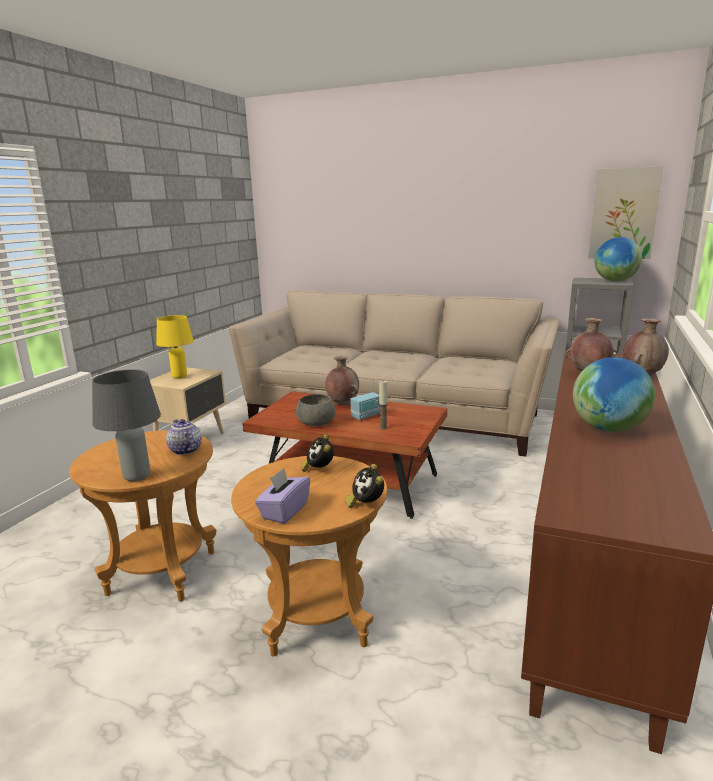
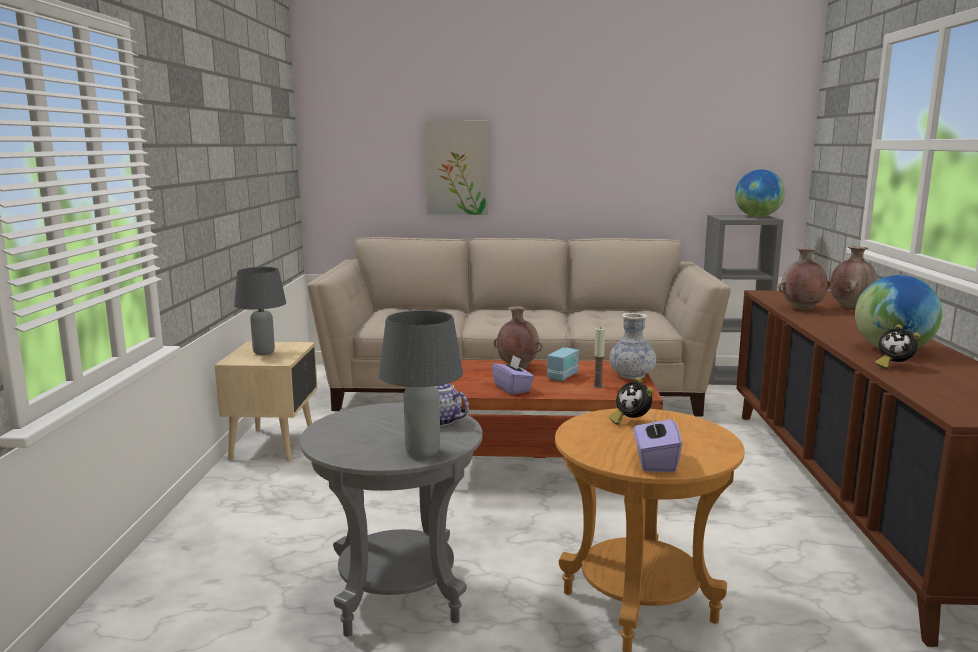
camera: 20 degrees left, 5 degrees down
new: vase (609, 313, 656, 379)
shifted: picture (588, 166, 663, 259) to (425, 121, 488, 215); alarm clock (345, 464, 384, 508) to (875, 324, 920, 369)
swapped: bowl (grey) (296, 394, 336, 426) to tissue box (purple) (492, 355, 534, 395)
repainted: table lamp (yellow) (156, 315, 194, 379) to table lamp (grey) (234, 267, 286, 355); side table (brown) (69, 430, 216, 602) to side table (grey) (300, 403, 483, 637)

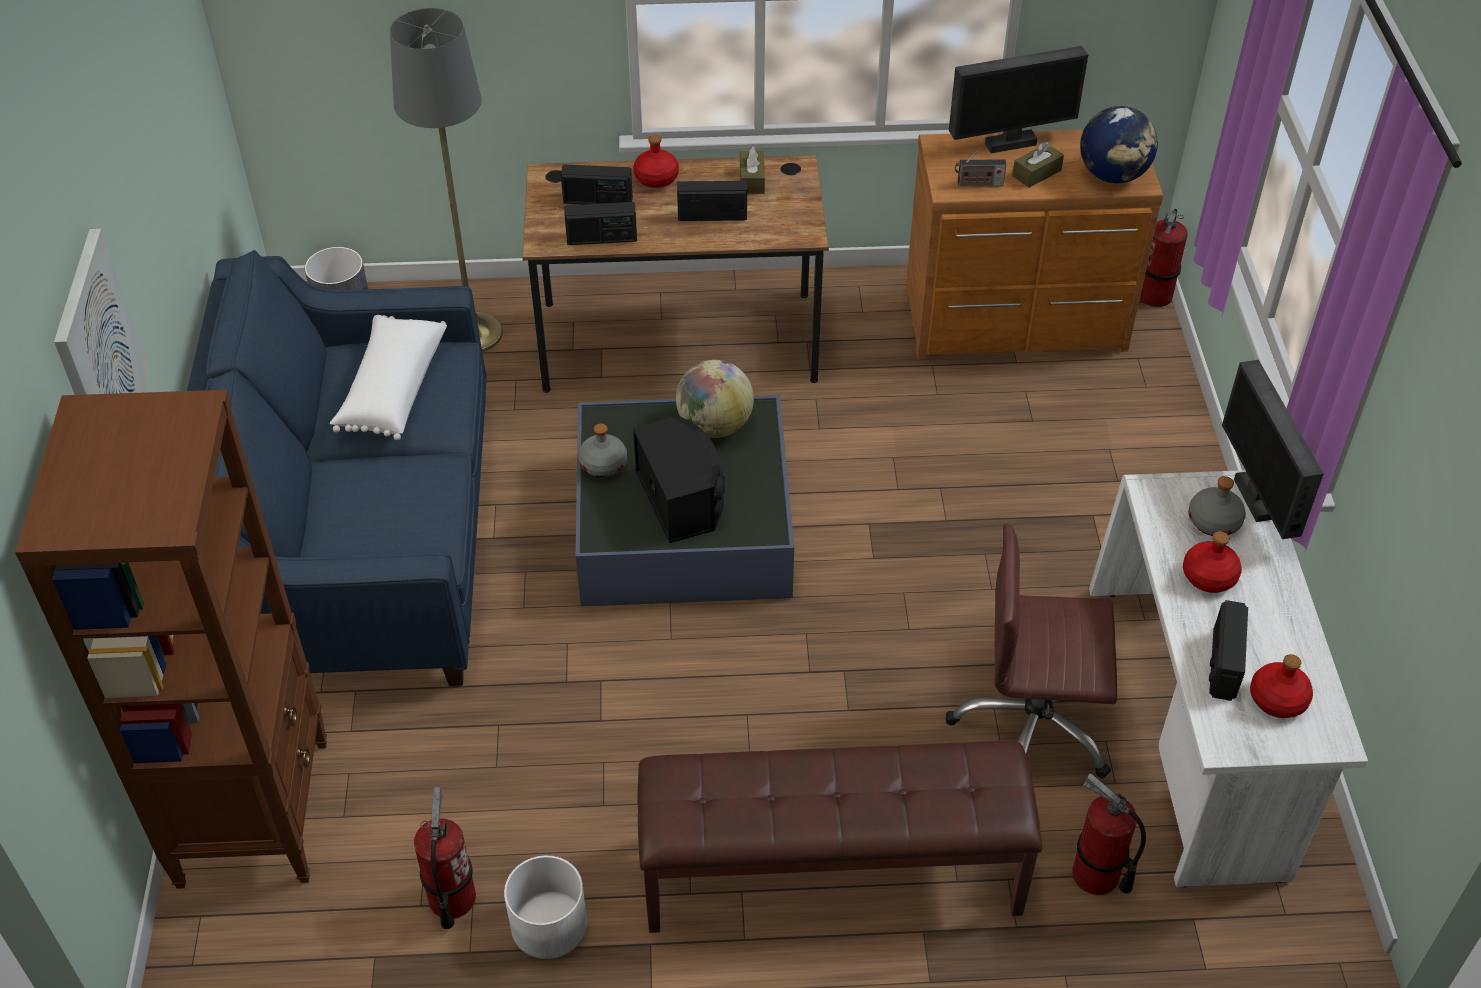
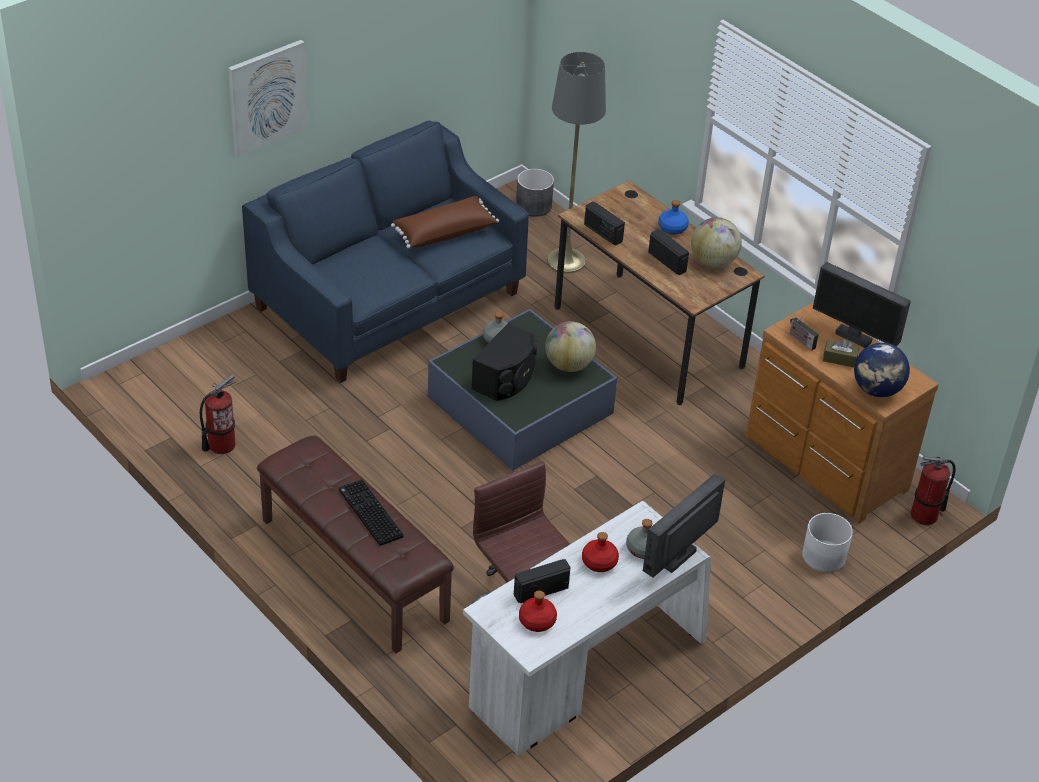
camera: 50 degrees right, 5 degrees down
gone: radio (561, 165, 633, 205); bookcase (brown) (15, 390, 327, 889); fire extinguisher (1072, 773, 1146, 895)
new: keyboard (339, 479, 404, 546)
shifted: planter (white) (504, 855, 587, 959) to (802, 513, 853, 572)
swapped: tissue box (brown) (740, 146, 765, 194) to globe (691, 217, 742, 268)
repainted: bottle (red) (633, 135, 679, 188) to bottle (blue) (658, 200, 689, 235); pillow (white) (330, 315, 447, 440) to pillow (brown) (391, 196, 499, 249)

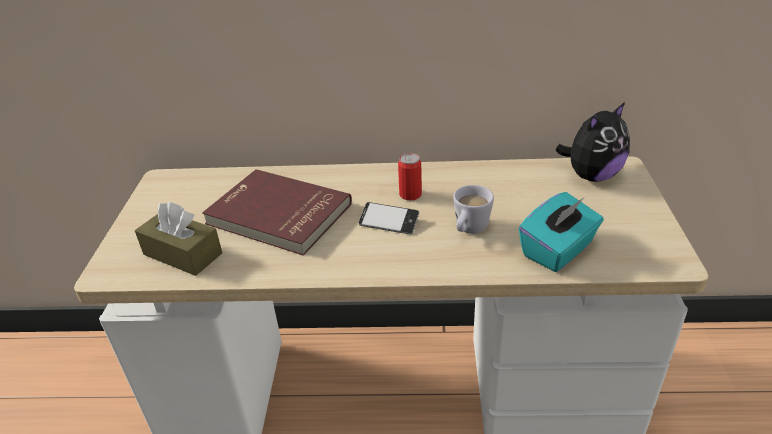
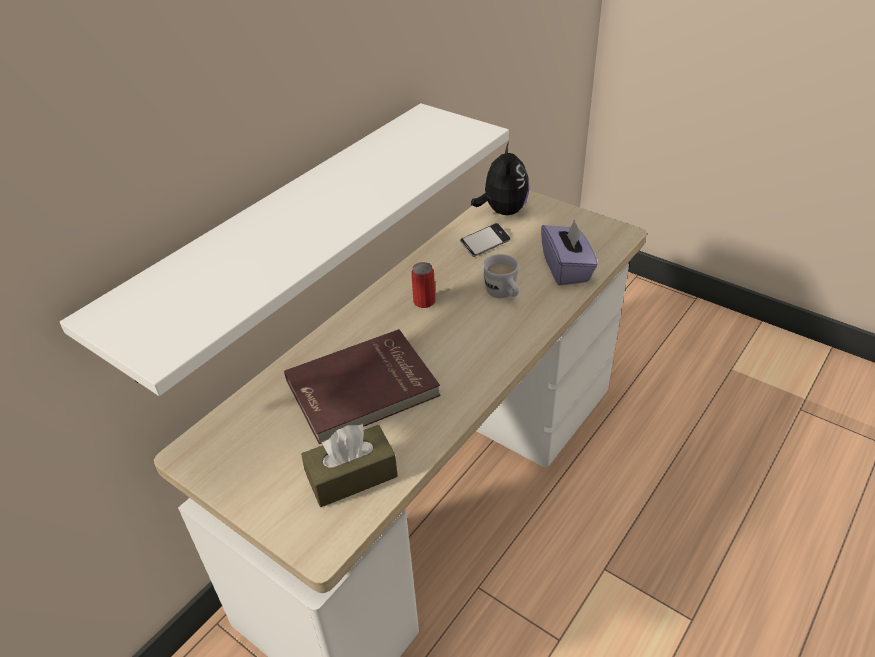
camera: 55 degrees left, 5 degrees up
new: shelf (white) (60, 103, 509, 396)
shifted: phone (359, 202, 419, 234) to (460, 223, 510, 257)
repainted: tissue box (turquoise) (519, 192, 604, 272) to tissue box (purple) (541, 219, 598, 286)

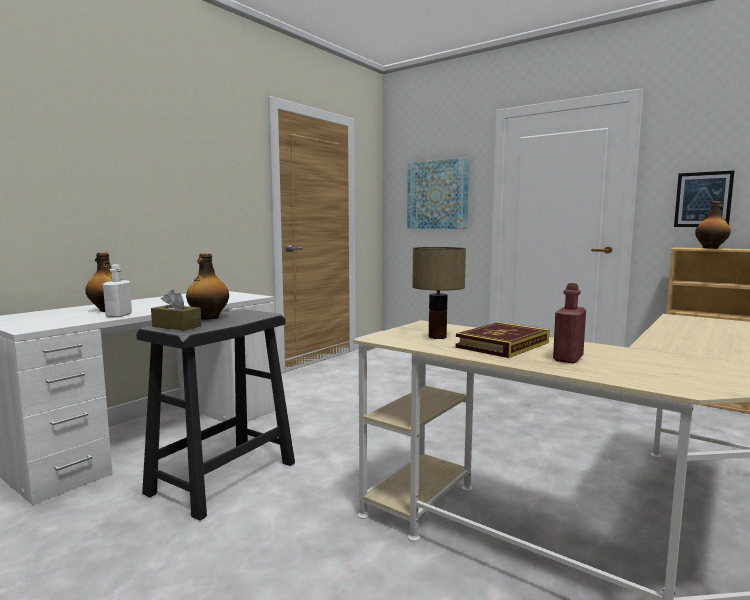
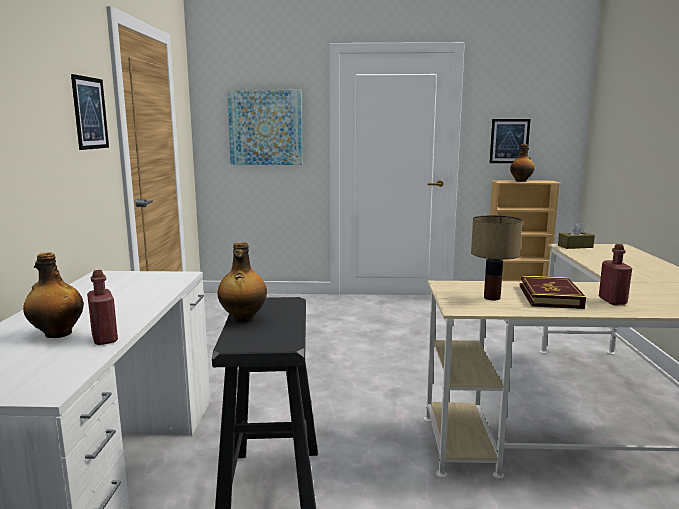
camera: 35 degrees left, 5 degrees up
new: picture (71, 74, 109, 150)
shifted: tissue box (brown) (151, 290, 202, 331) to (558, 222, 595, 249)
repainted: bottle (white) (103, 264, 132, 318) to bottle (red) (87, 270, 118, 345)

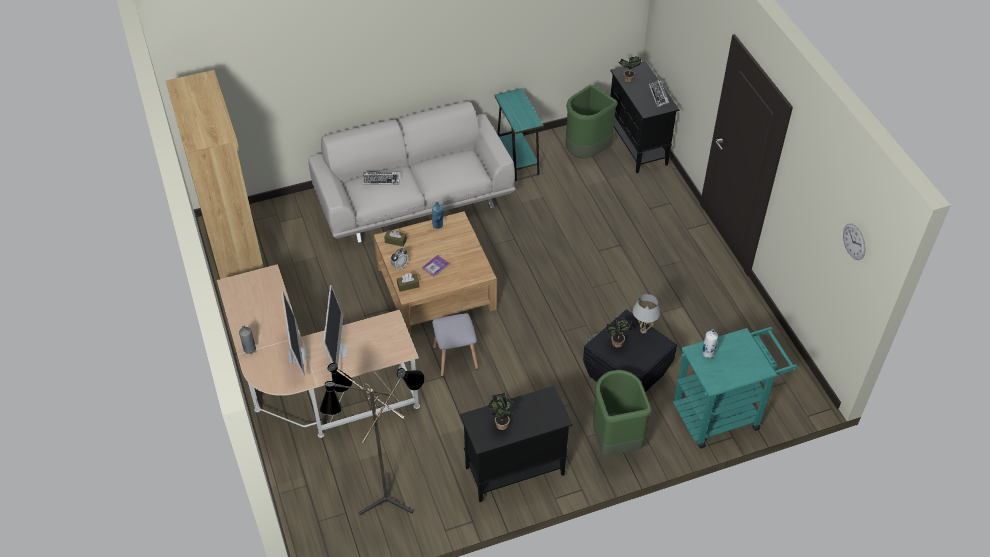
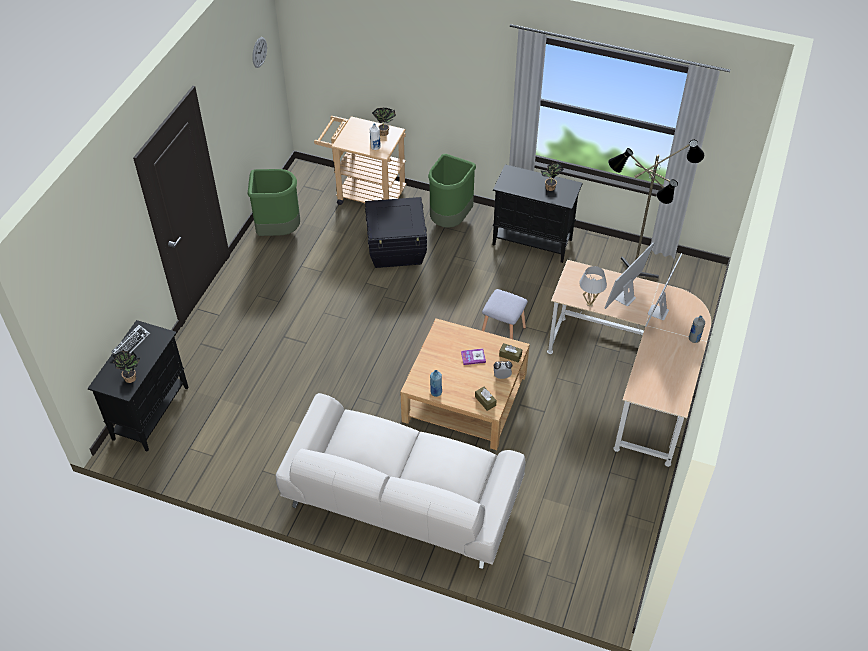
camera: 140 degrees left, 0 degrees up
gone: bookcase (brown) (166, 70, 264, 279); side table (turquoise) (495, 88, 544, 181); keyboard (363, 172, 400, 185)
shifted: trash can (green) (565, 85, 618, 158) to (248, 169, 300, 236); table lamp (white) (633, 294, 660, 333) to (579, 266, 607, 306); potted plant (607, 318, 633, 348) to (372, 107, 396, 136)
repainted: cart (turquoise) (673, 327, 798, 449) to cart (beige) (314, 116, 407, 205)

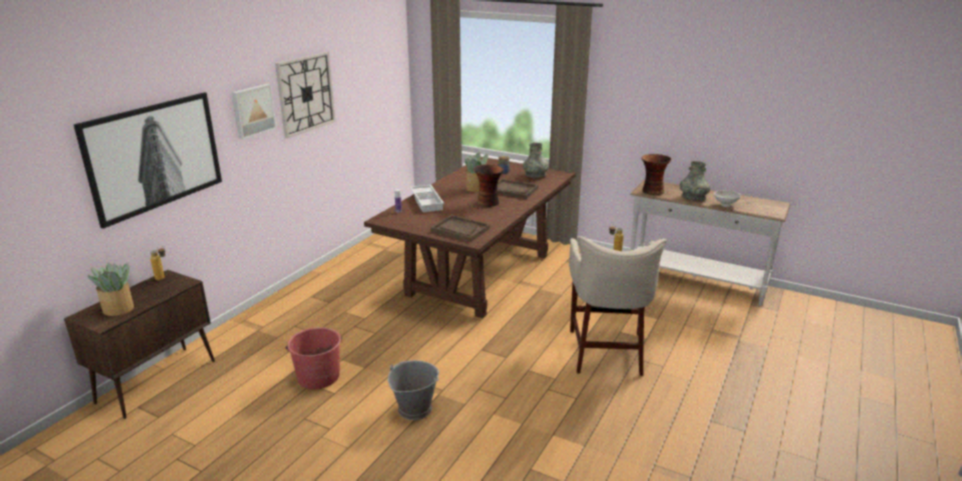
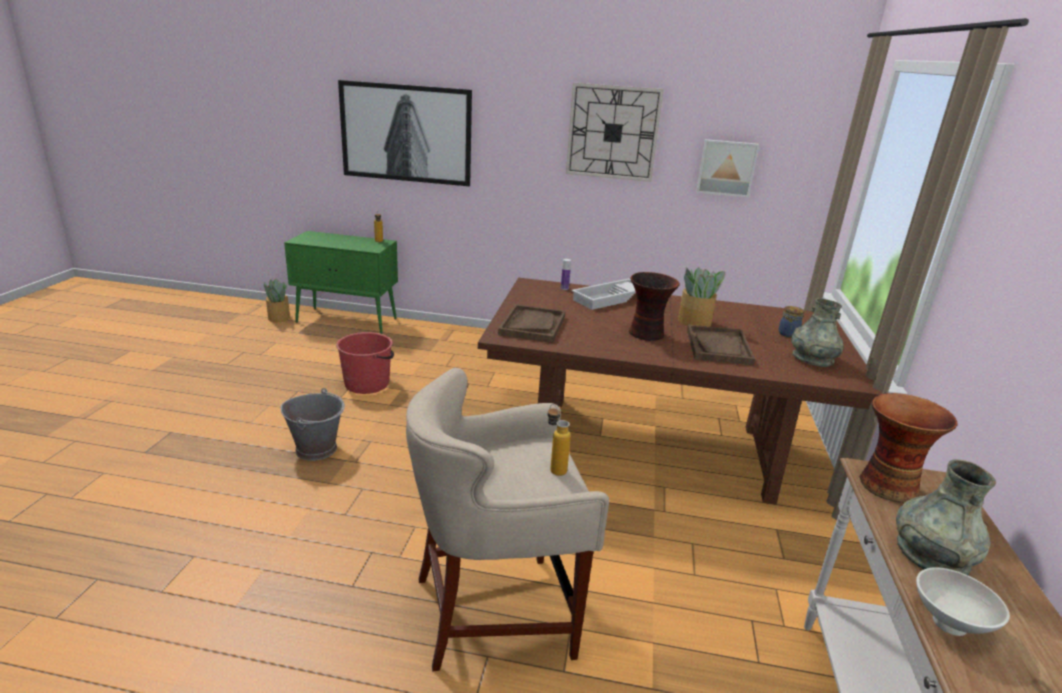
camera: 70 degrees right, 0 degrees up
shifted: picture (231, 84, 277, 139) to (696, 139, 759, 197); potted plant (88, 263, 134, 316) to (264, 279, 290, 322)
repainted: cabinet (brown) (64, 270, 215, 419) to cabinet (green) (284, 231, 398, 334)

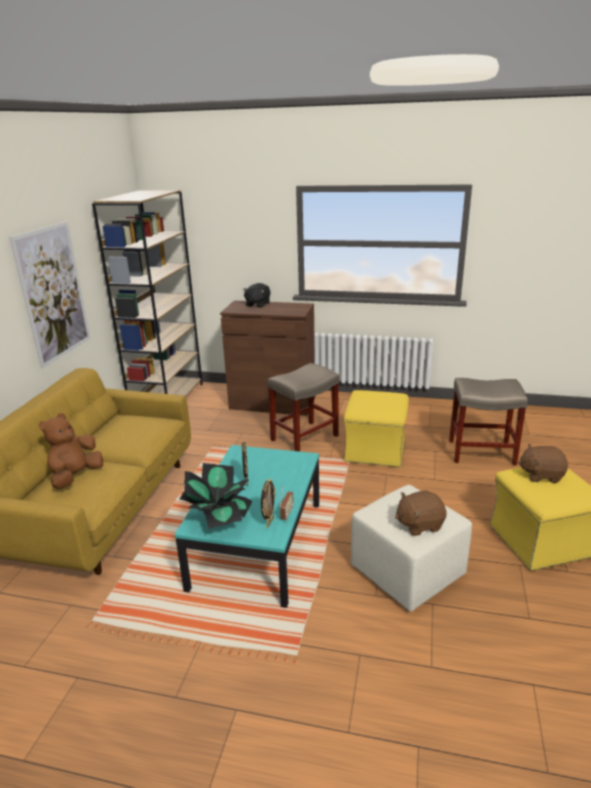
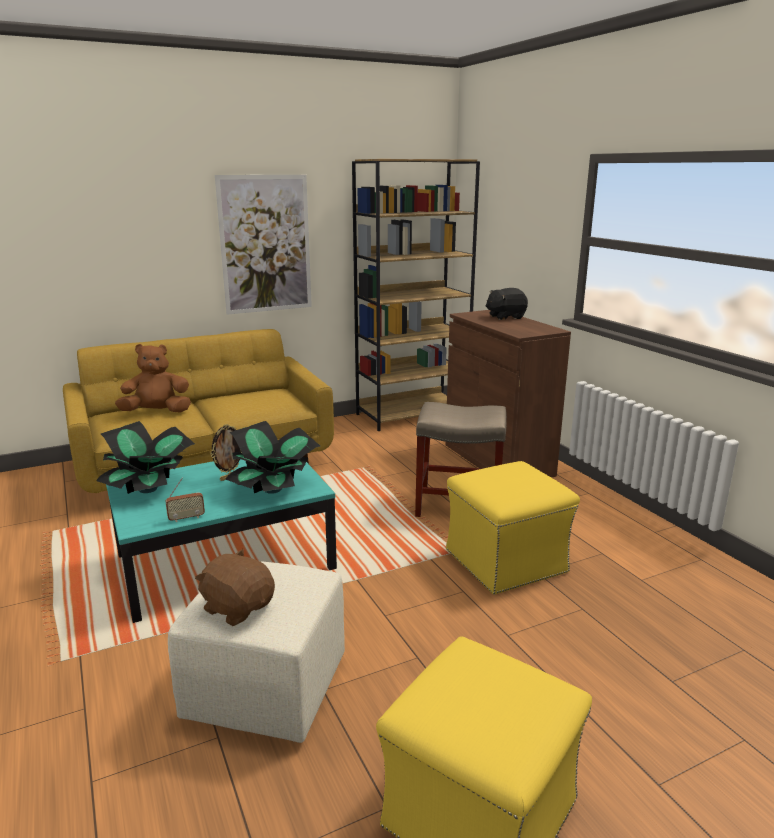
camera: 50 degrees right, 5 degrees down
gone: stool (beige) (449, 378, 528, 465); plush toy (brown) (518, 444, 568, 483); picture frame (261, 479, 276, 528)
new: potted plant (226, 421, 320, 494)

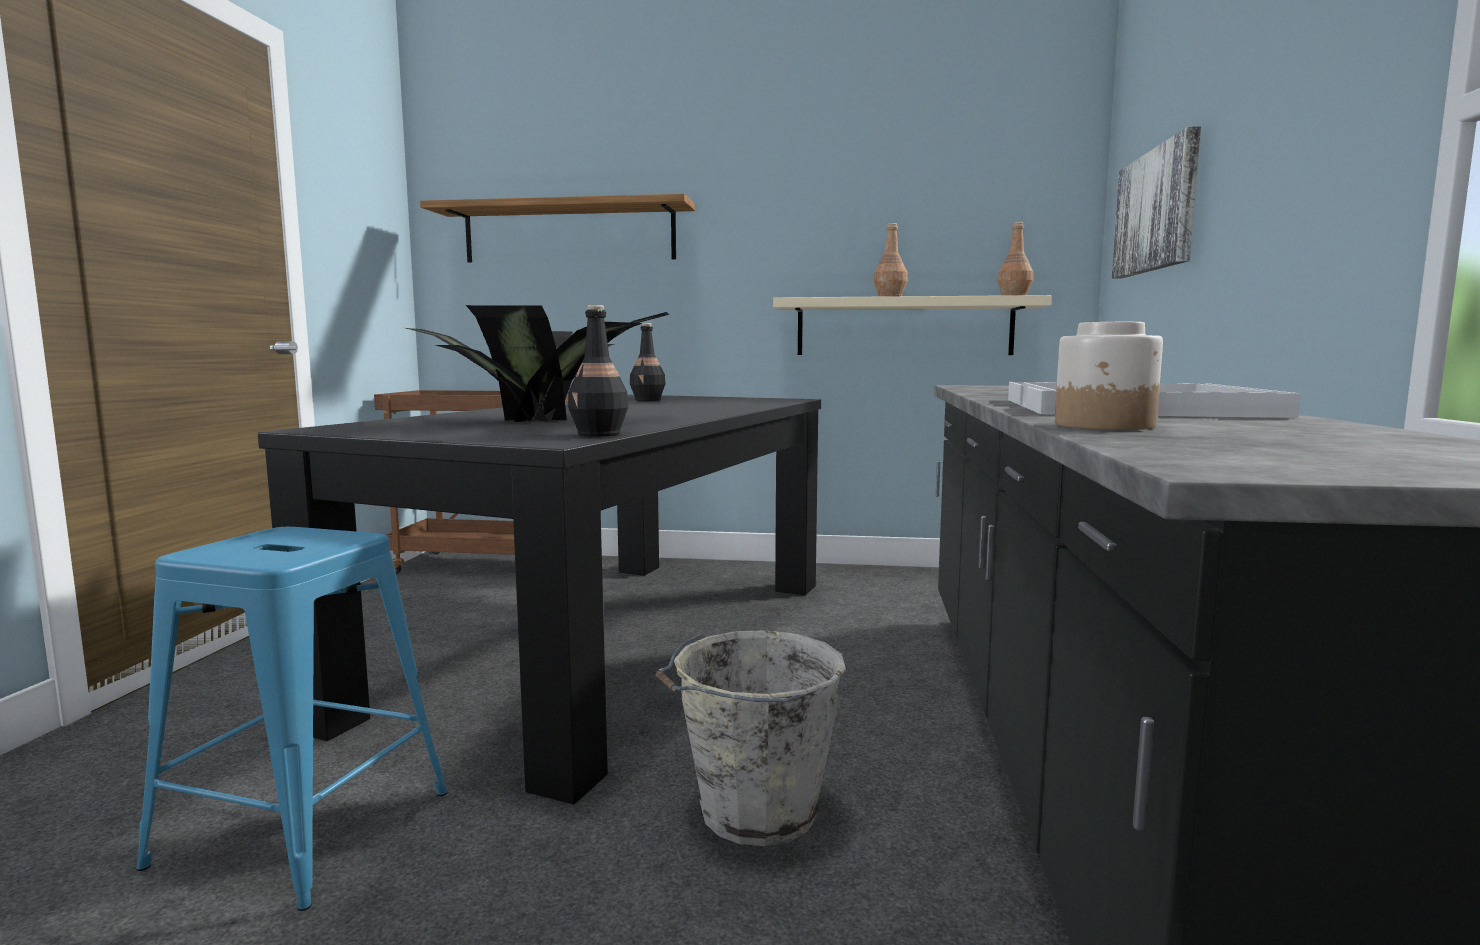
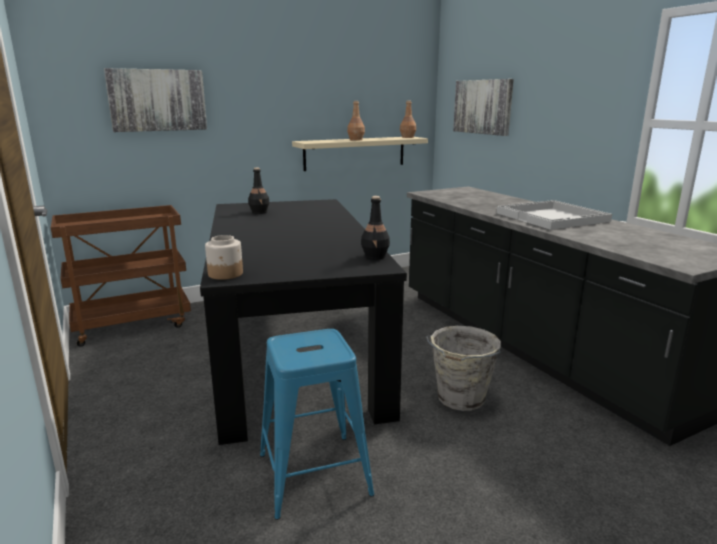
camera: 35 degrees left, 10 degrees up
gone: potted plant (406, 305, 669, 423)
shifted: jar (1055, 322, 1163, 430) to (205, 235, 243, 280)
swapped: shelf (420, 194, 695, 263) to picture (104, 68, 207, 132)

